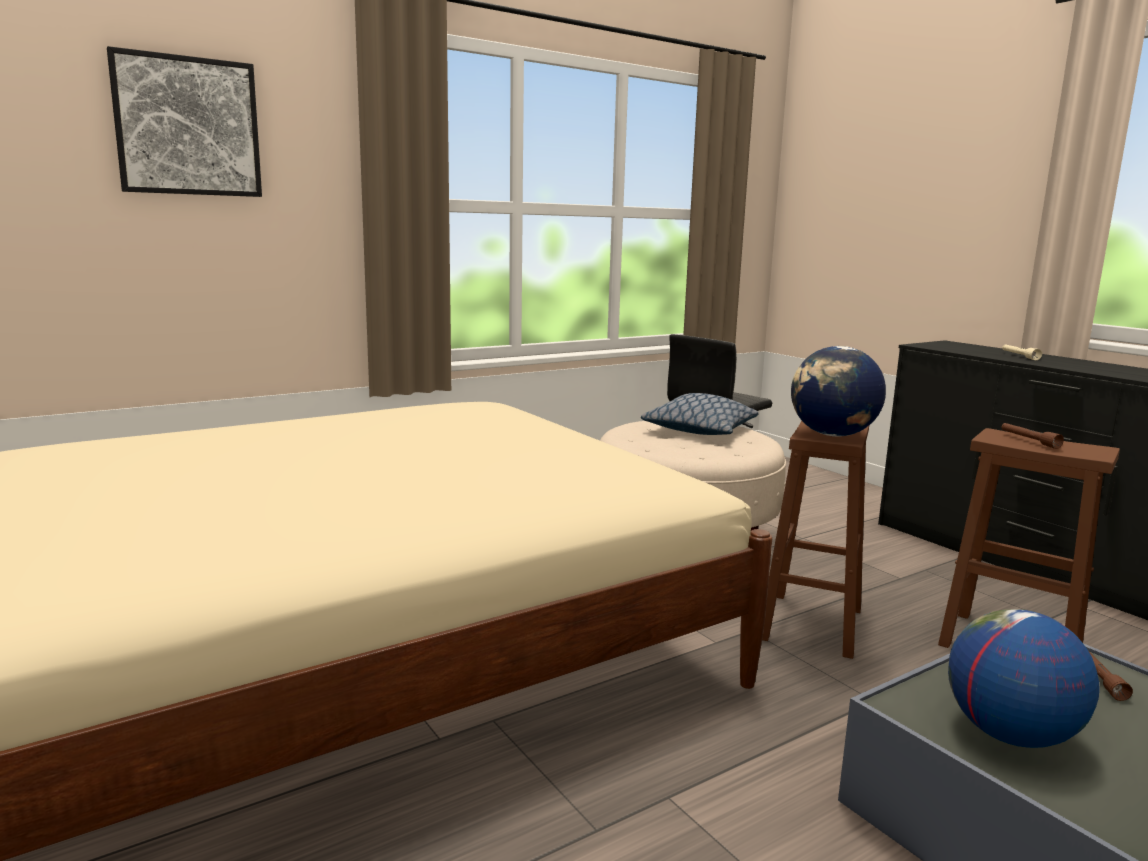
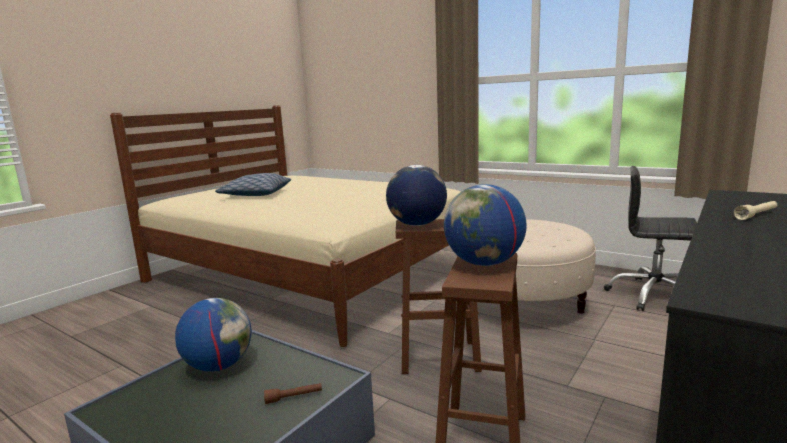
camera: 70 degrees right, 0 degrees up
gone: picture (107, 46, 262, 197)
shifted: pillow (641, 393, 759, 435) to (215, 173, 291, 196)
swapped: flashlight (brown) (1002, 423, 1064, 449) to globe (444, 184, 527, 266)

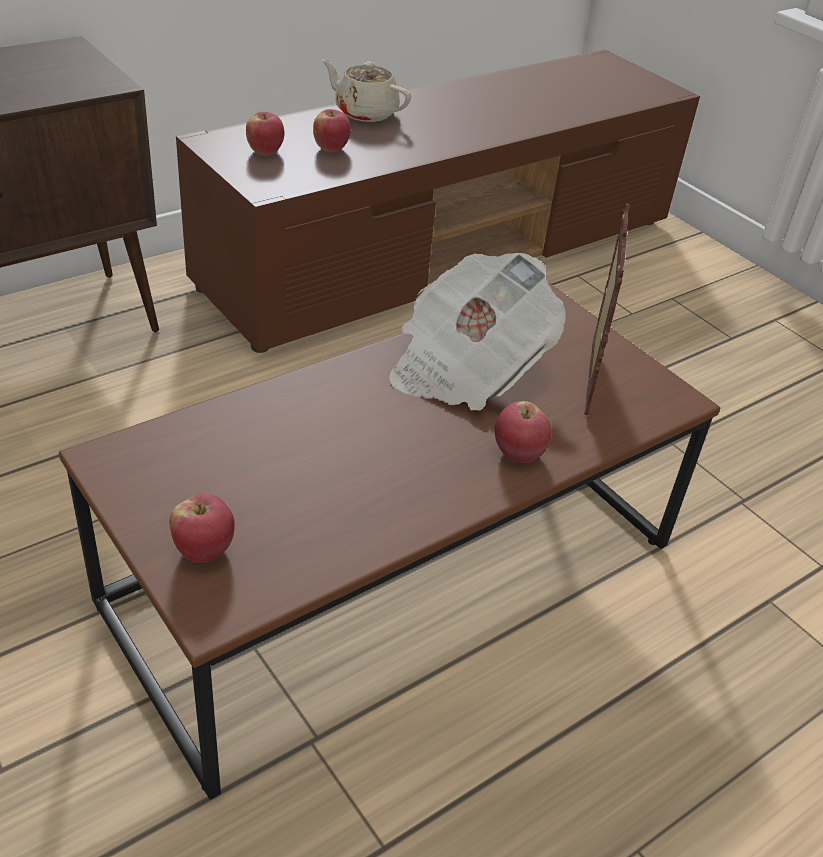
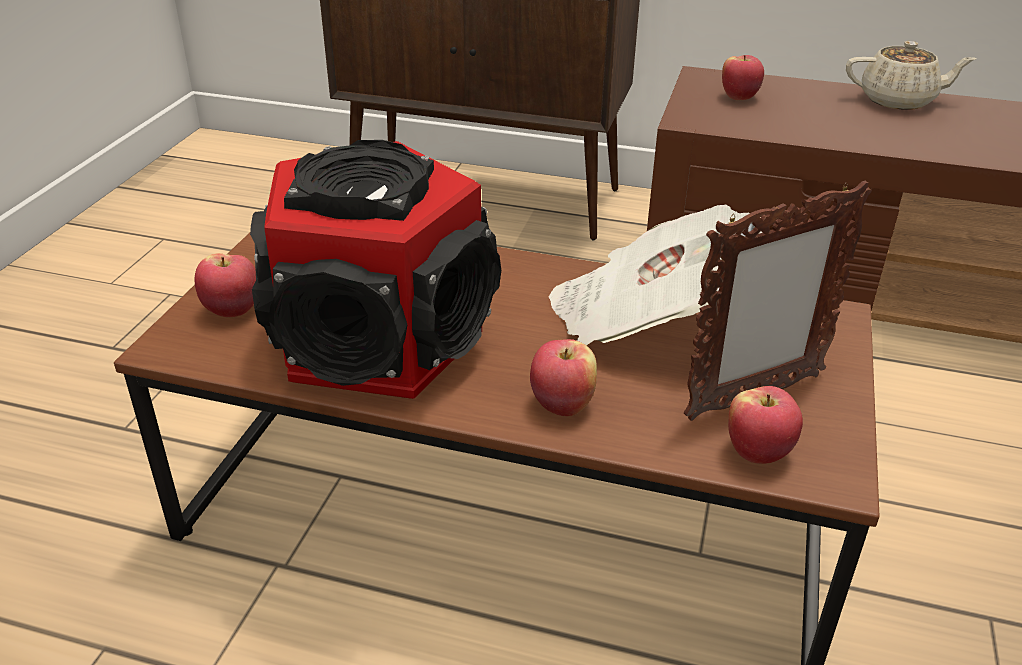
camera: 55 degrees right, 5 degrees down
new: speaker (250, 140, 501, 399)
shifted: apple (313, 109, 351, 152) to (728, 386, 803, 464)
rotated: teapot (beige) (322, 59, 411, 122) = (846, 41, 977, 110) 105 degrees clockwise

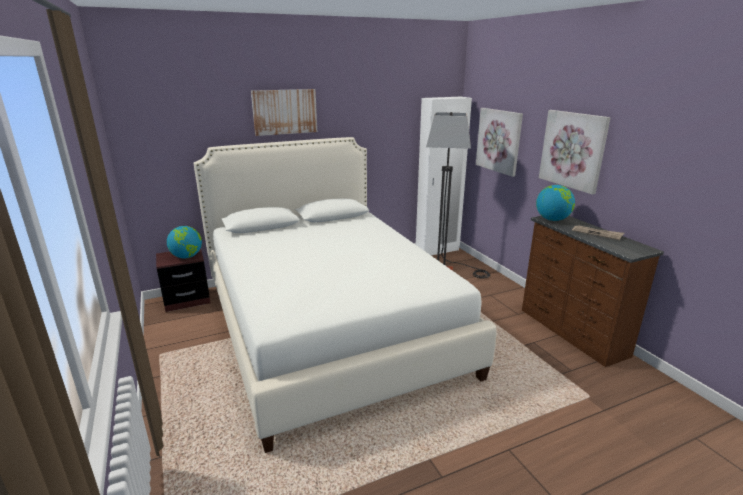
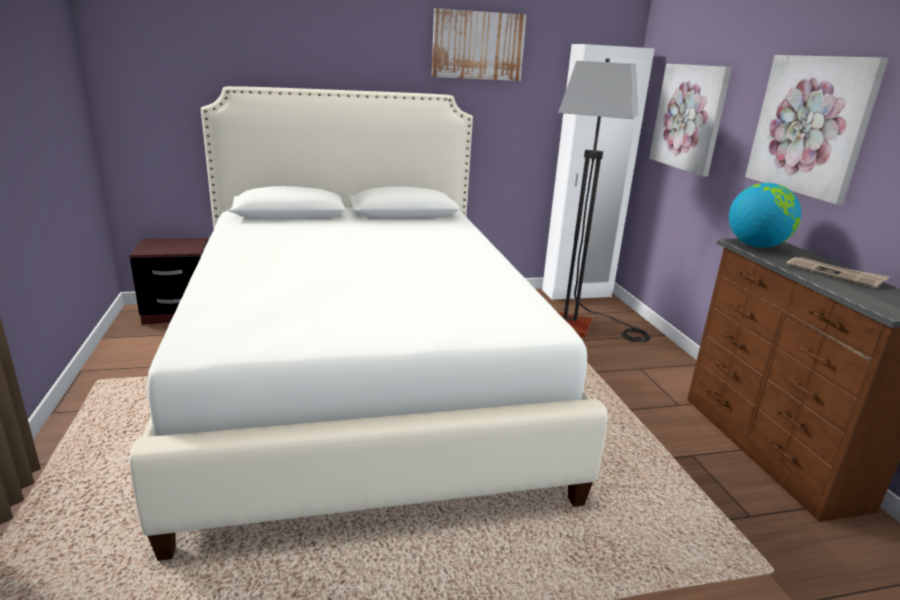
camera: 10 degrees right, 0 degrees up
gone: globe (167, 226, 202, 258)
shifted: picture (251, 89, 317, 136) to (432, 8, 527, 81)

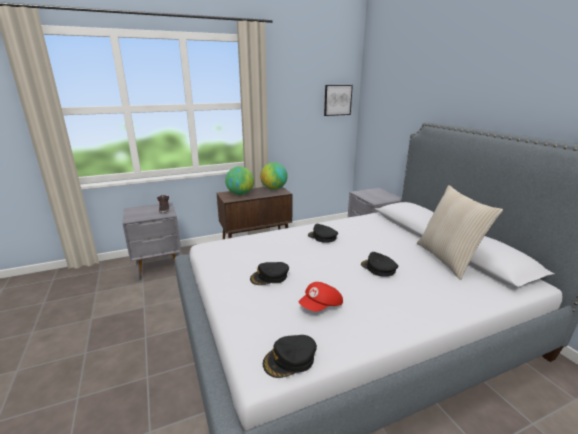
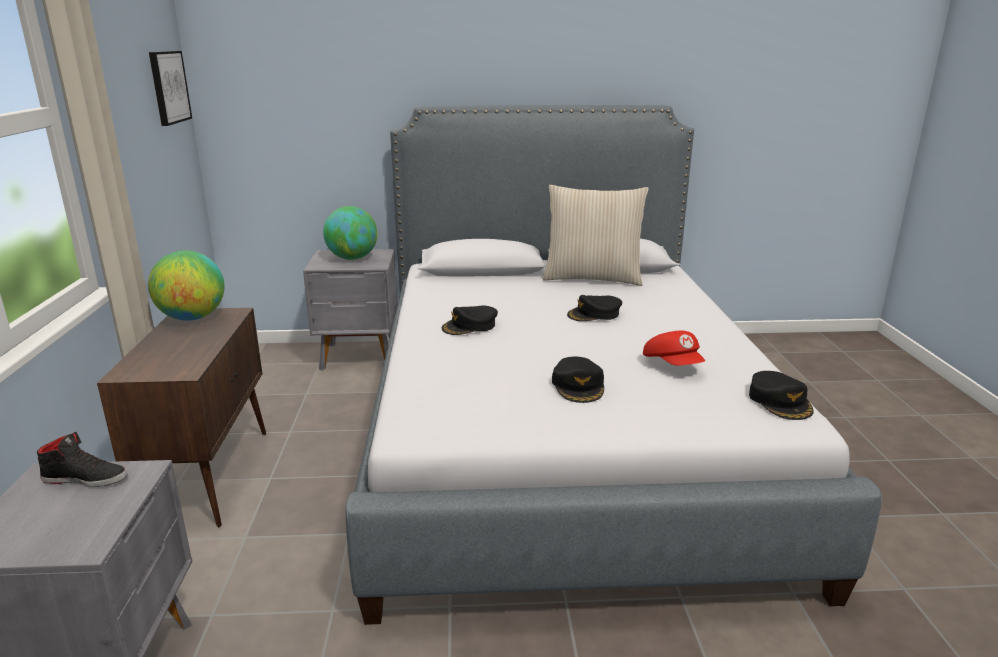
camera: 70 degrees left, 0 degrees up
shifted: globe (225, 166, 254, 195) to (323, 206, 378, 260)

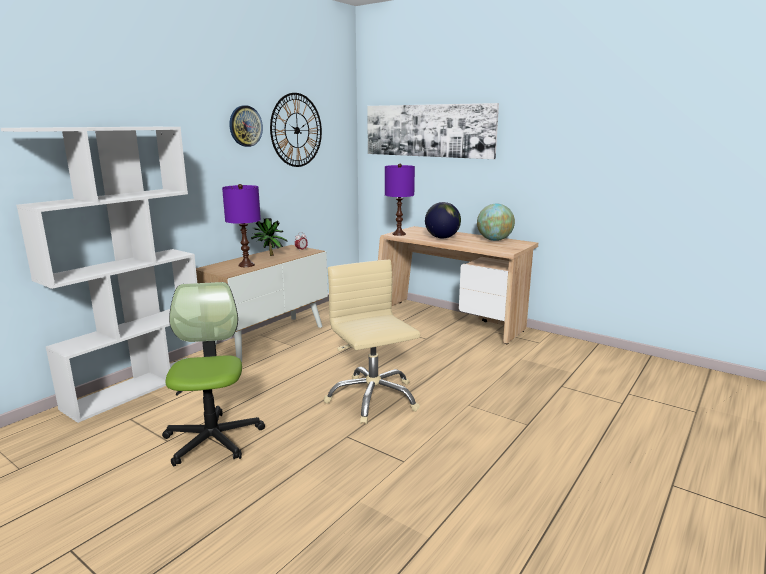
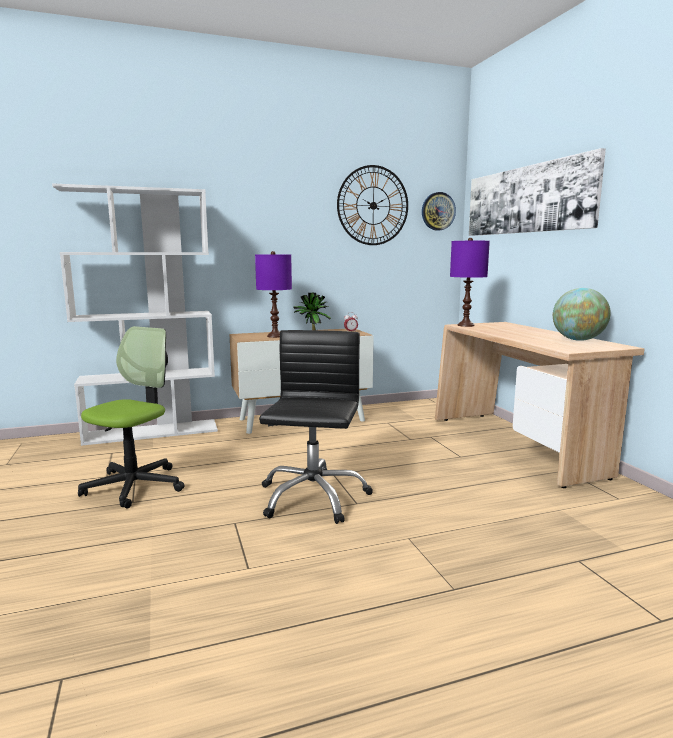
camera: 35 degrees right, 5 degrees down
gone: globe (425, 202, 461, 239)
shifted: wall clock (229, 105, 263, 147) to (422, 192, 456, 231)
repainted: office chair (beige) (324, 260, 420, 424) to office chair (black) (259, 330, 373, 524)

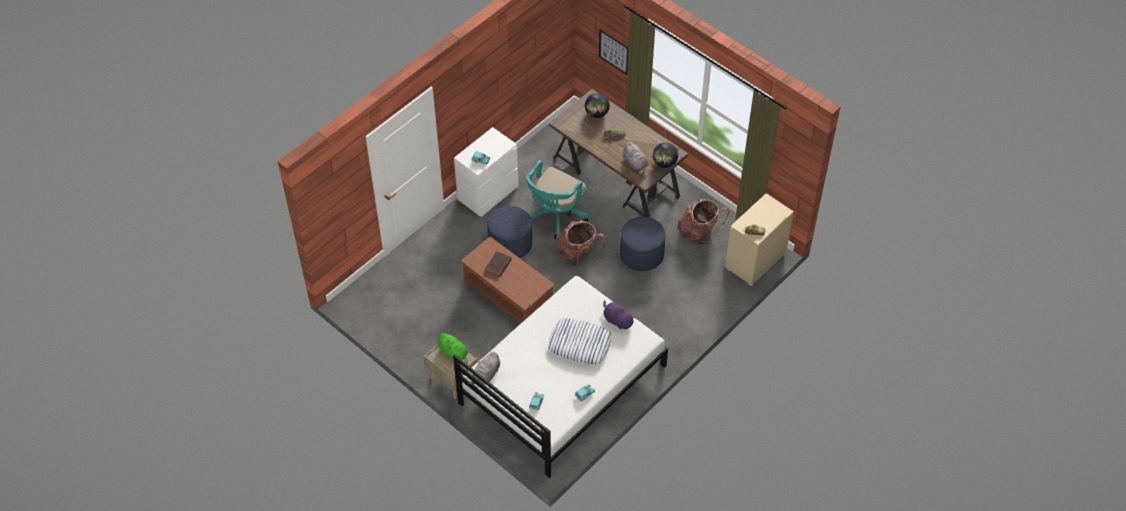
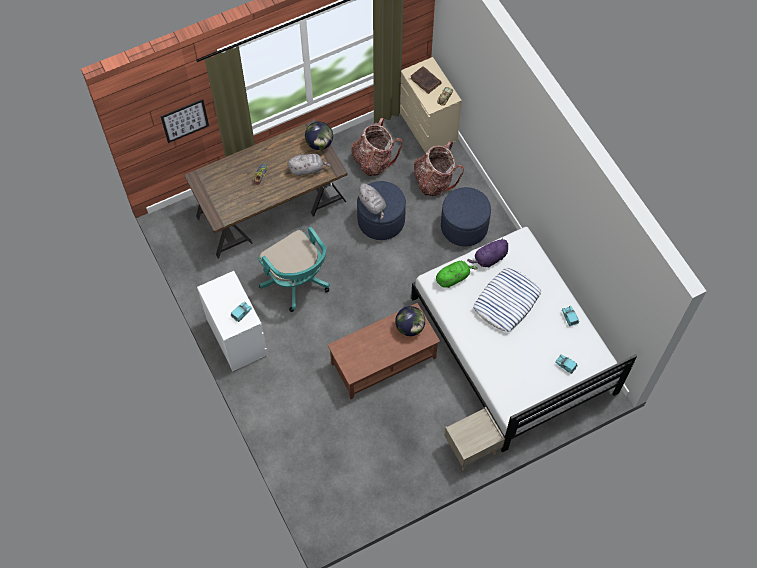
camera: 70 degrees left, 10 degrees up
shifted: globe (585, 93, 610, 118) to (395, 306, 425, 336); ottoman (blue) (487, 206, 532, 258) to (441, 187, 491, 246); backpack (556, 220, 606, 266) to (414, 141, 464, 196); book (brown) (485, 251, 512, 277) to (410, 66, 442, 94); plush toy (green) (438, 333, 468, 364) to (436, 261, 478, 288); plush toy (grey) (468, 351, 500, 384) to (356, 183, 386, 220)

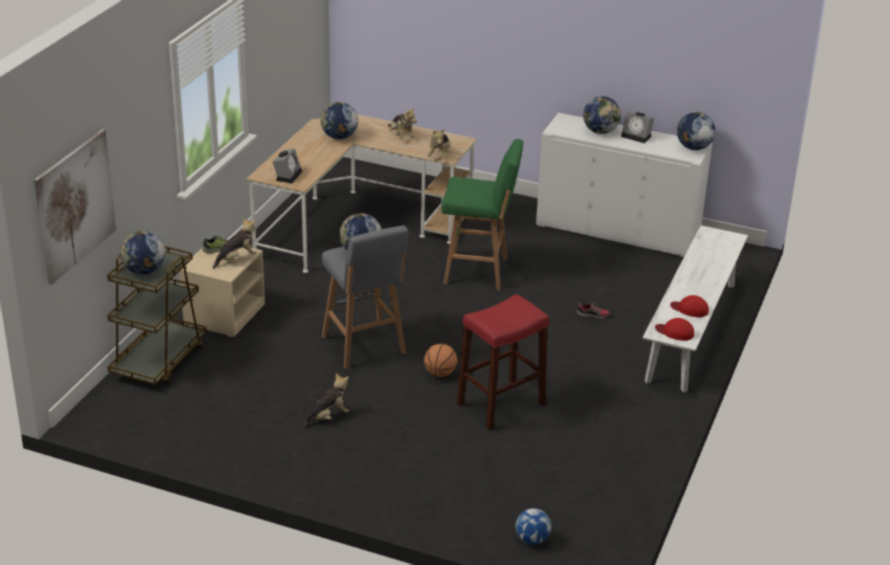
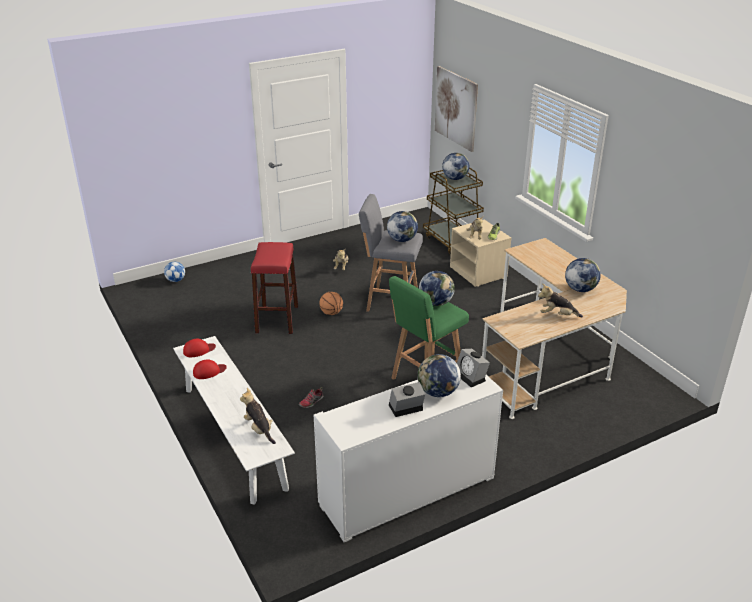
camera: 130 degrees right, 0 degrees up
shifted: globe (677, 112, 715, 150) to (419, 271, 455, 306); plush toy (427, 129, 451, 160) to (240, 388, 276, 444); alarm clock (273, 148, 302, 184) to (457, 349, 490, 387)

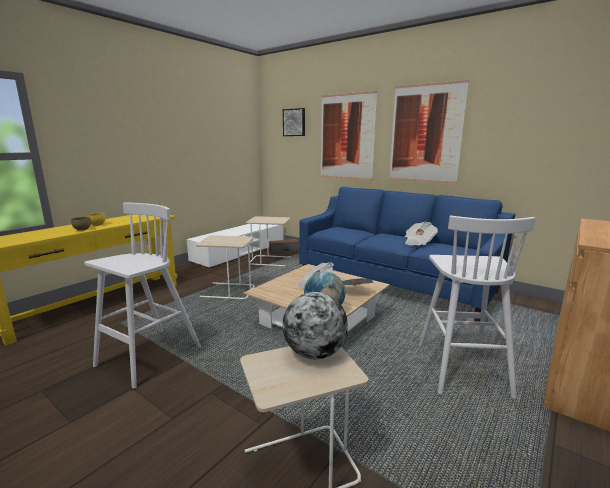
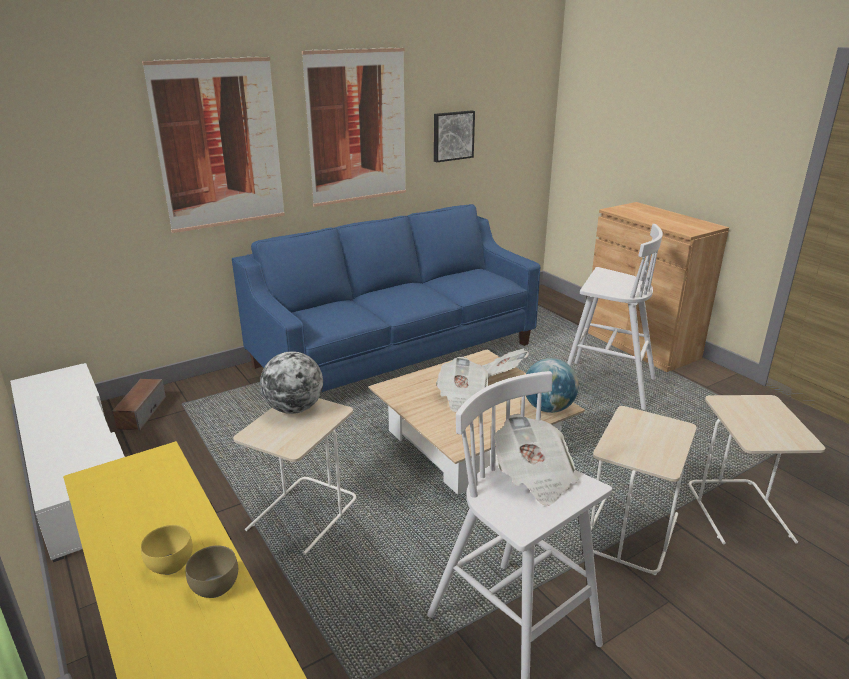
camera: 70 degrees left, 10 degrees up
shifted: picture (283, 108, 305, 136) to (434, 110, 475, 162); side table (beige) (246, 216, 291, 267) to (590, 406, 697, 575); newspaper (405, 222, 438, 245) to (494, 414, 578, 506); globe (282, 292, 348, 359) to (260, 351, 323, 414)

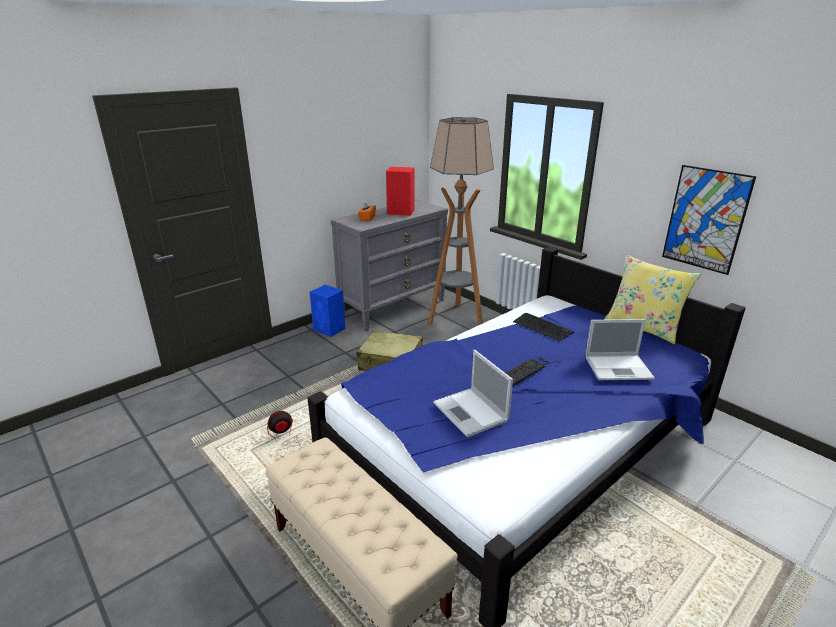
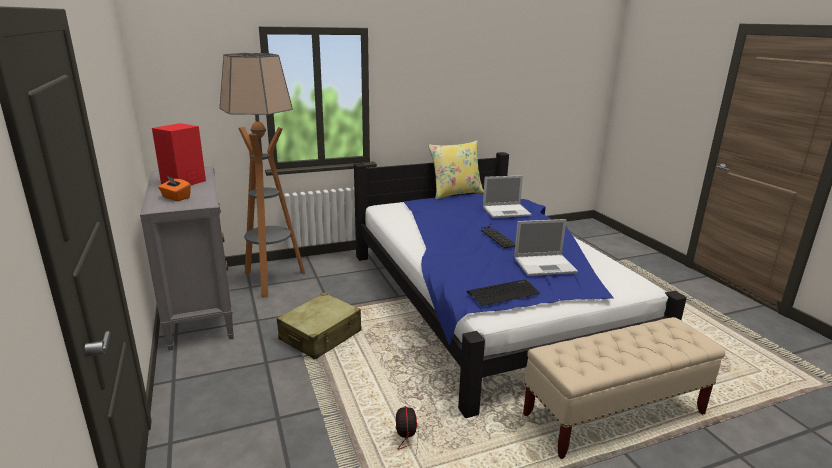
camera: 70 degrees left, 5 degrees down
gone: picture (662, 165, 756, 275); speaker (blue) (310, 285, 345, 337)
shifted: keyboard (513, 313, 574, 342) to (467, 280, 540, 306)
rotated: laptop (585, 319, 655, 380) = (483, 175, 532, 218) 60 degrees clockwise

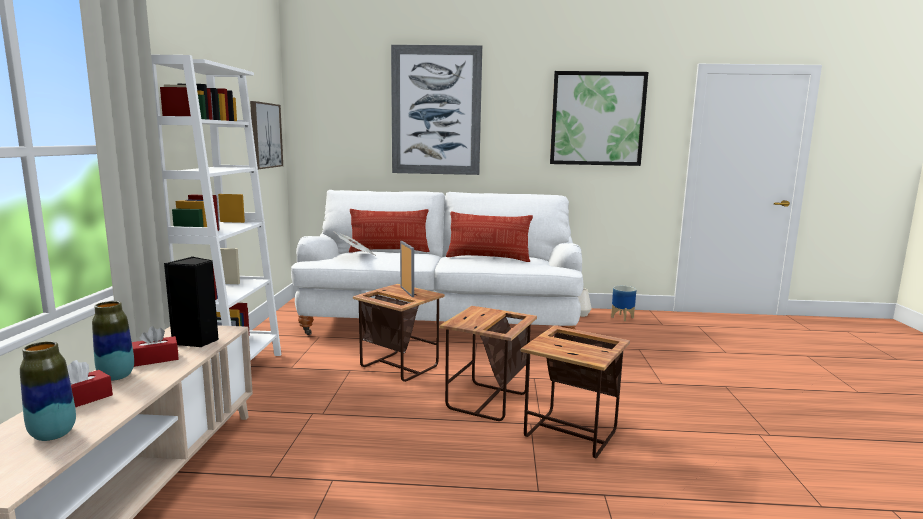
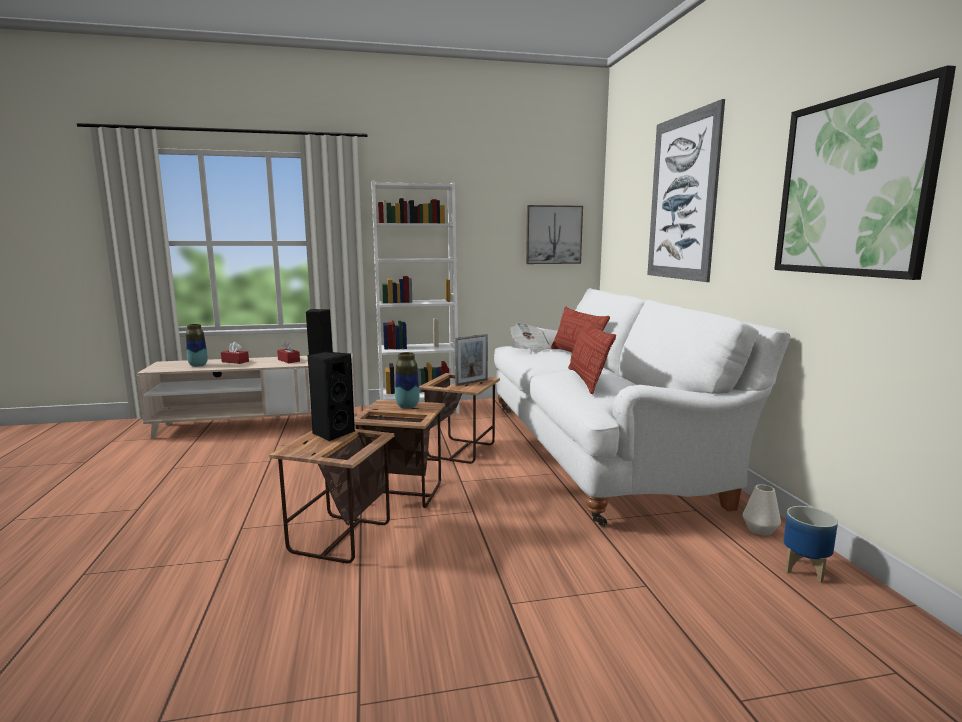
camera: 75 degrees right, 0 degrees up
new: speaker (black) (307, 351, 355, 441)
shifted: vase (92, 301, 134, 381) to (395, 352, 420, 409)

